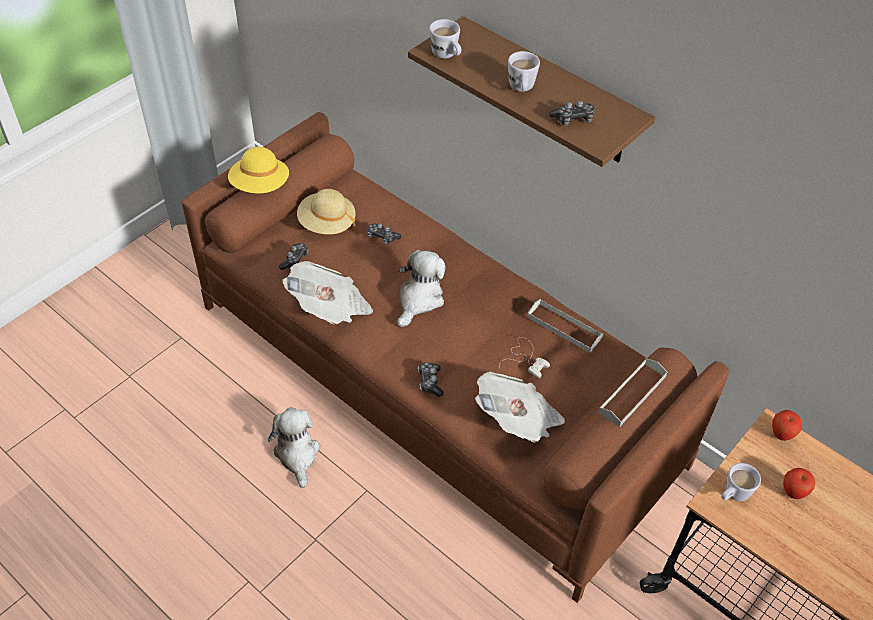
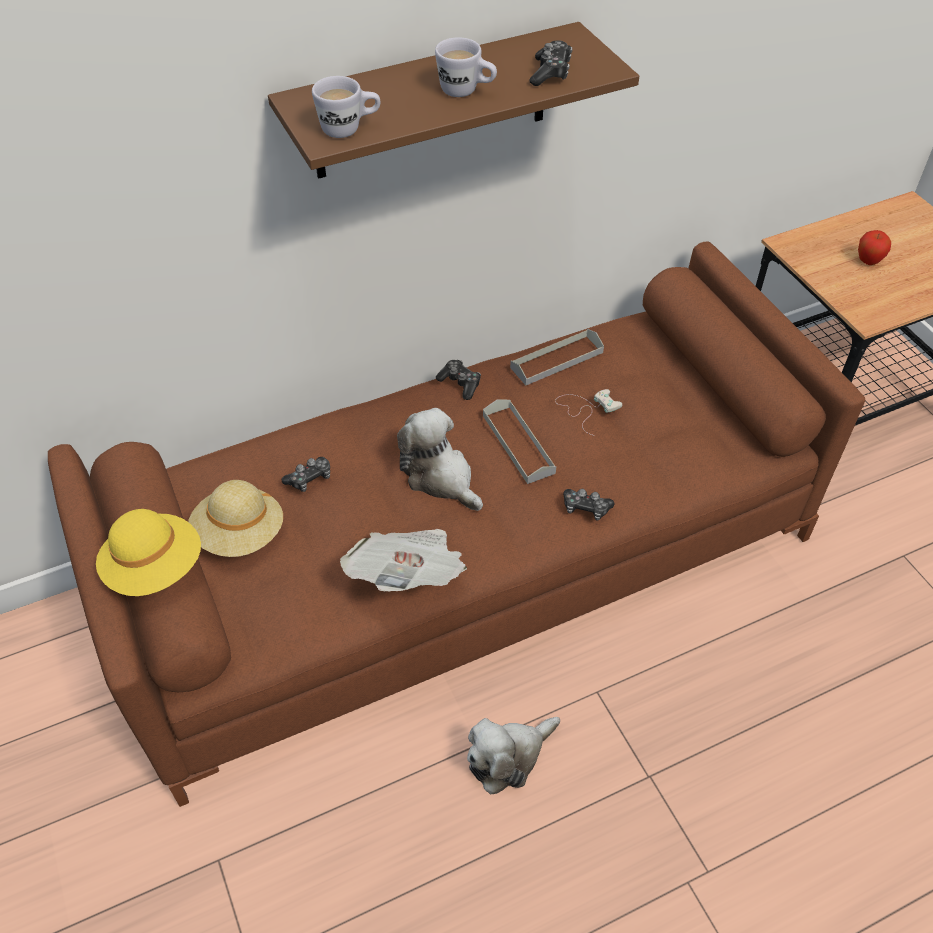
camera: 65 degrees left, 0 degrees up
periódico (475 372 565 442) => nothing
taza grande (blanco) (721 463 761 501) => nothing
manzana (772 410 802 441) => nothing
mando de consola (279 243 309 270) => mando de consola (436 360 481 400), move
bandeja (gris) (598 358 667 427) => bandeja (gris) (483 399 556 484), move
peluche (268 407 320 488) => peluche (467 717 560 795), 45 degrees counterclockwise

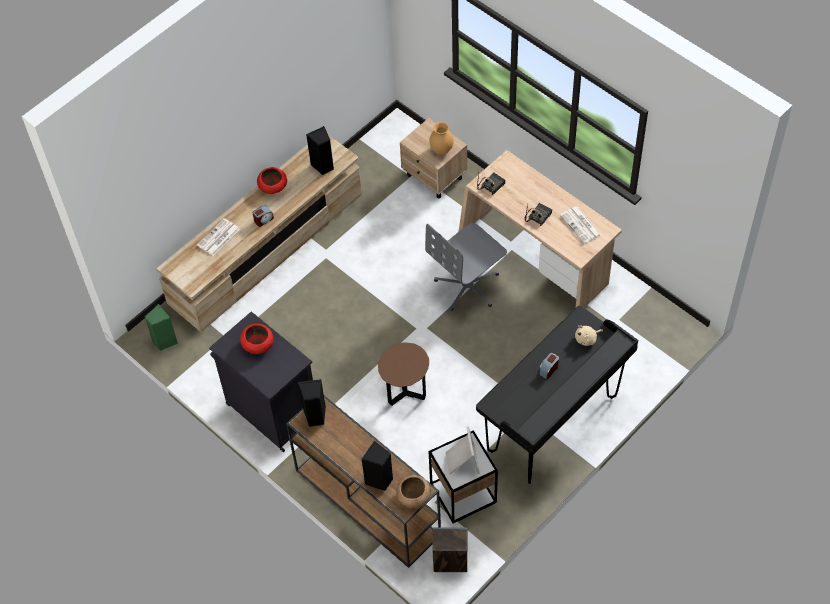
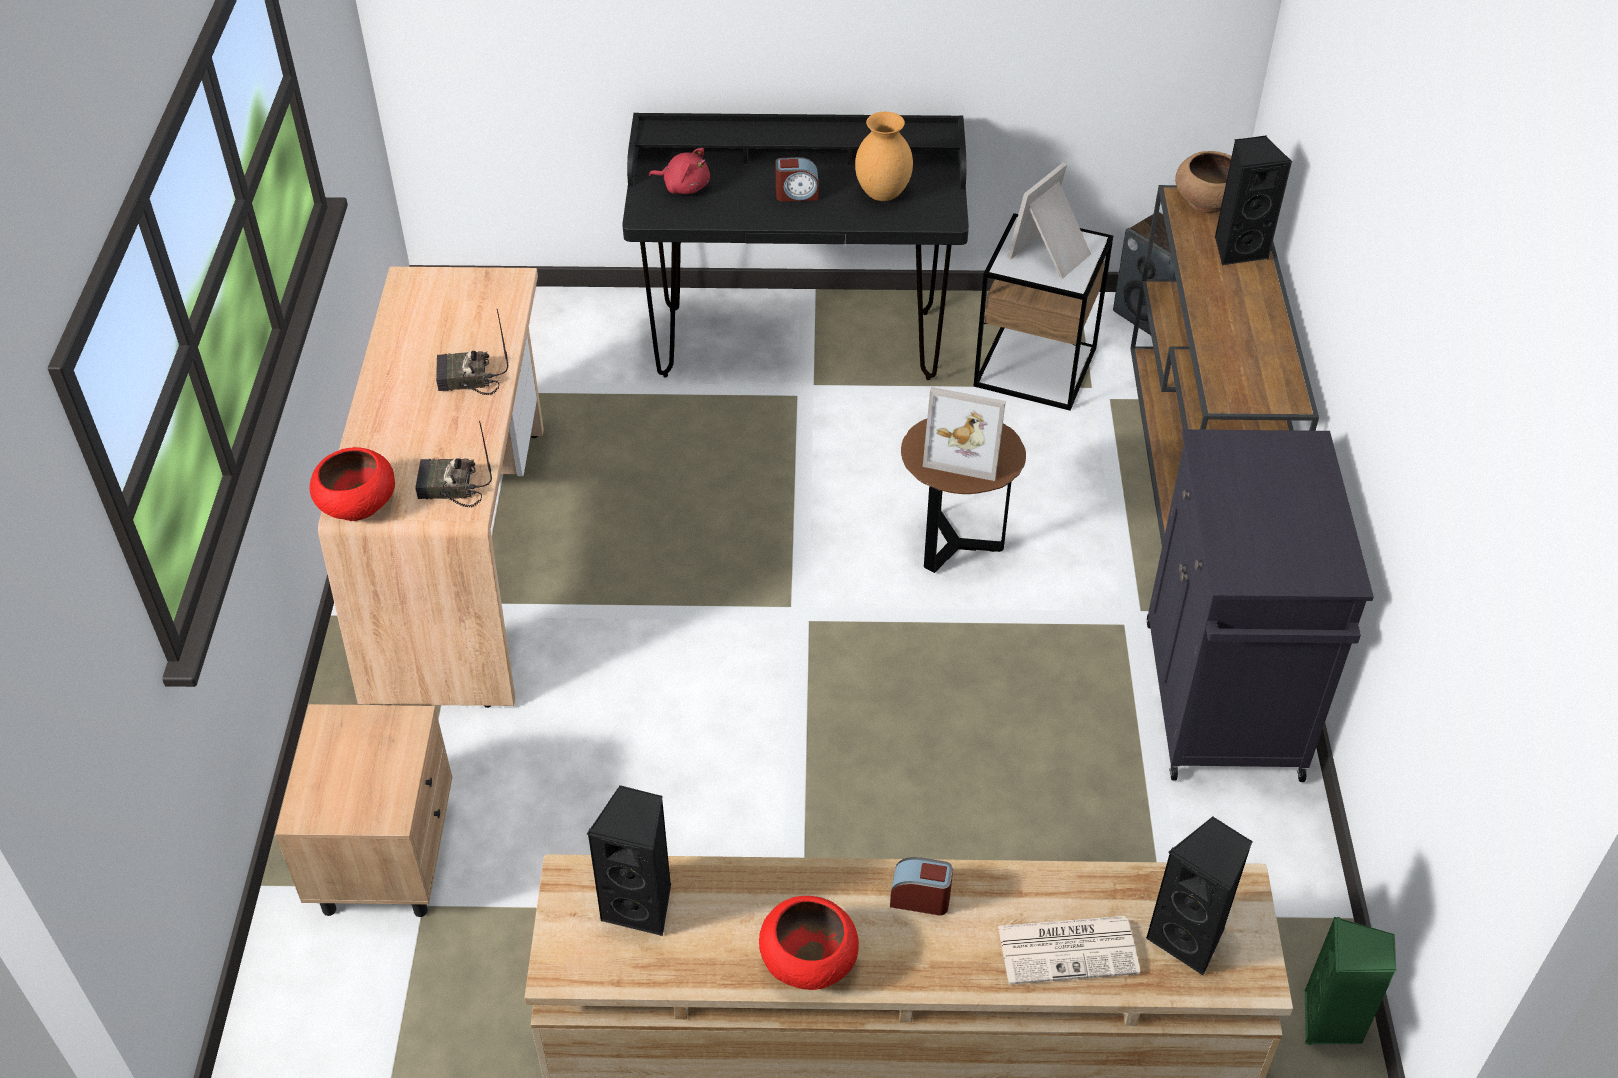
camera: 135 degrees left, 10 degrees down
silla de oficina (gris) (425 223 507 311) => nothing
periódico (560 207 601 244) => nothing
nothing => portarretratos (923 387 1006 481)
cuenco (rojo) (240 324 273 354) => cuenco (rojo) (309 447 395 521), move
altavoz (negro) (298 379 326 427) => altavoz (negro) (1146 816 1252 975), move
florero (marrón) (429 122 453 155) => florero (marrón) (855 112 913 201), move
peluche (beis) (575 325 603 346) => peluche (rojo) (649 148 710 194)

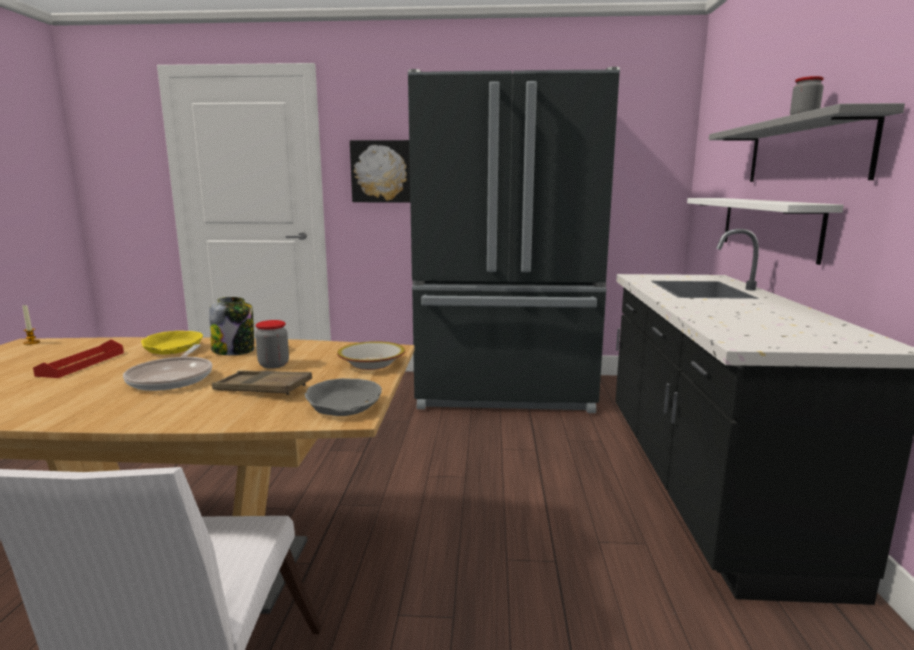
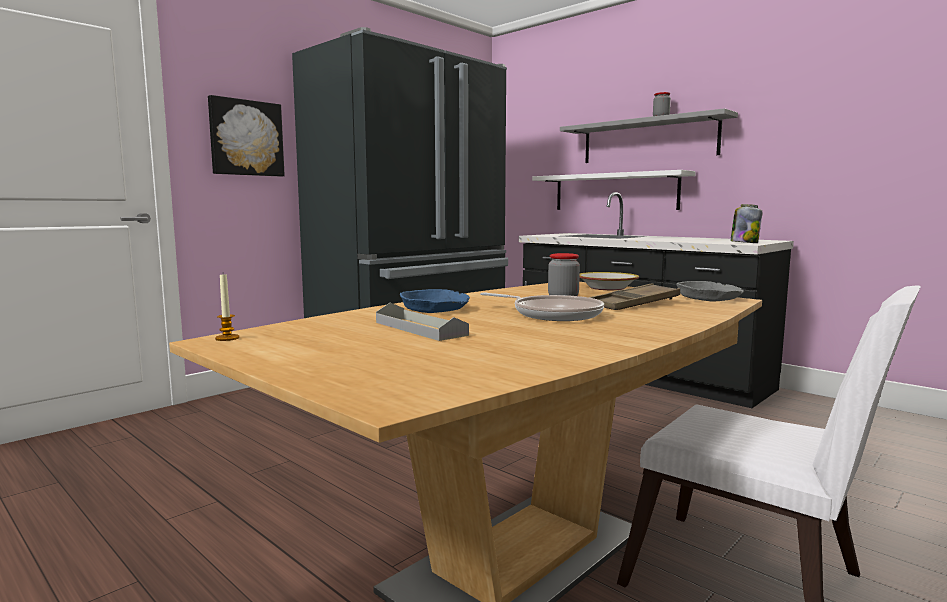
camera: 50 degrees left, 5 degrees down
tarro (209 297 254 355) => tarro (730 204 762 243), move
bandeja (rojo) (33 339 124 378) => bandeja (gris) (376 303 469 341)
cuenco (amarillo) (141 331 203 354) => cuenco (azul) (400 289 470 313)

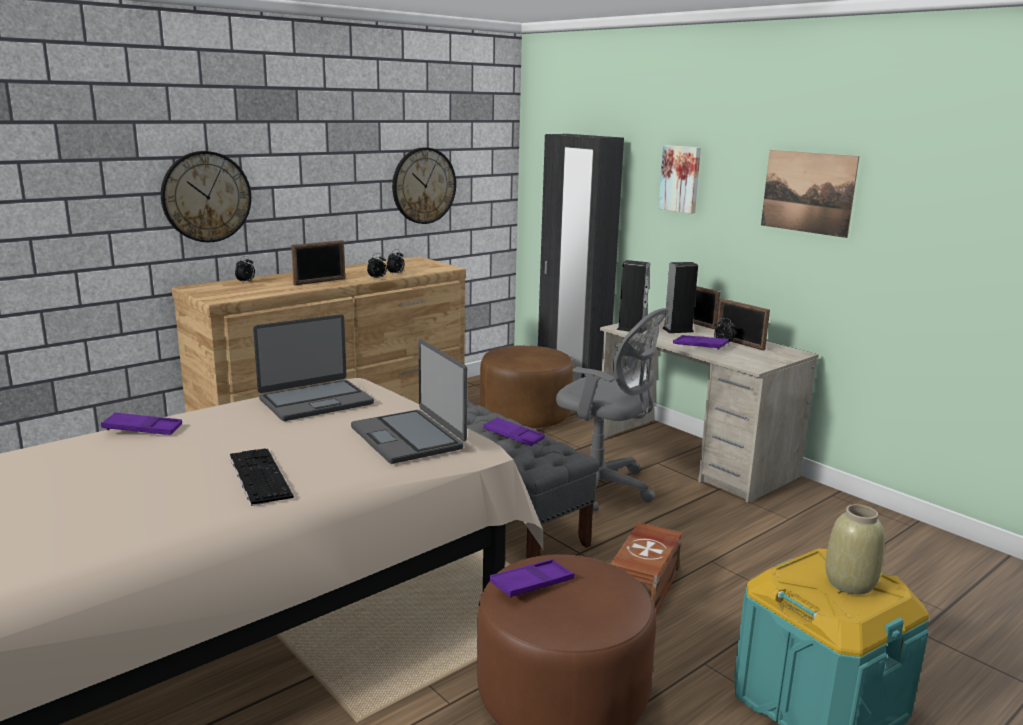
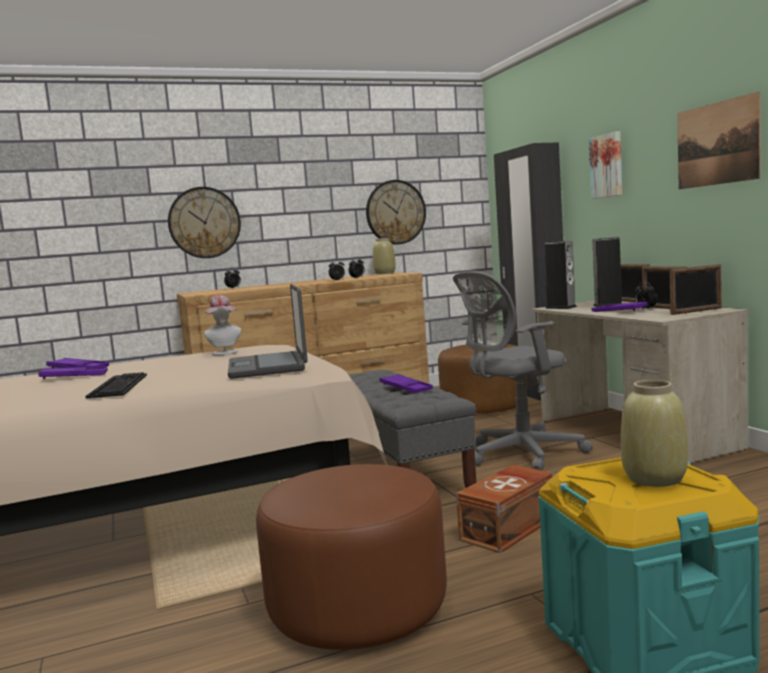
camera: 20 degrees right, 10 degrees down
nothing => florero (beis) (373 238 396 274)
portarretratos (291 240 345 286) => portarretratos (669 264 722 315), move
bandeja (morado) (489 559 574 598) => bandeja (morado) (38 367 108 379), move
portátil (253 314 374 421) => sombrero (204 295 241 355)
silla de oficina (gris) (556 308 669 512) => silla de oficina (gris) (453 271 593 471), 105 degrees clockwise

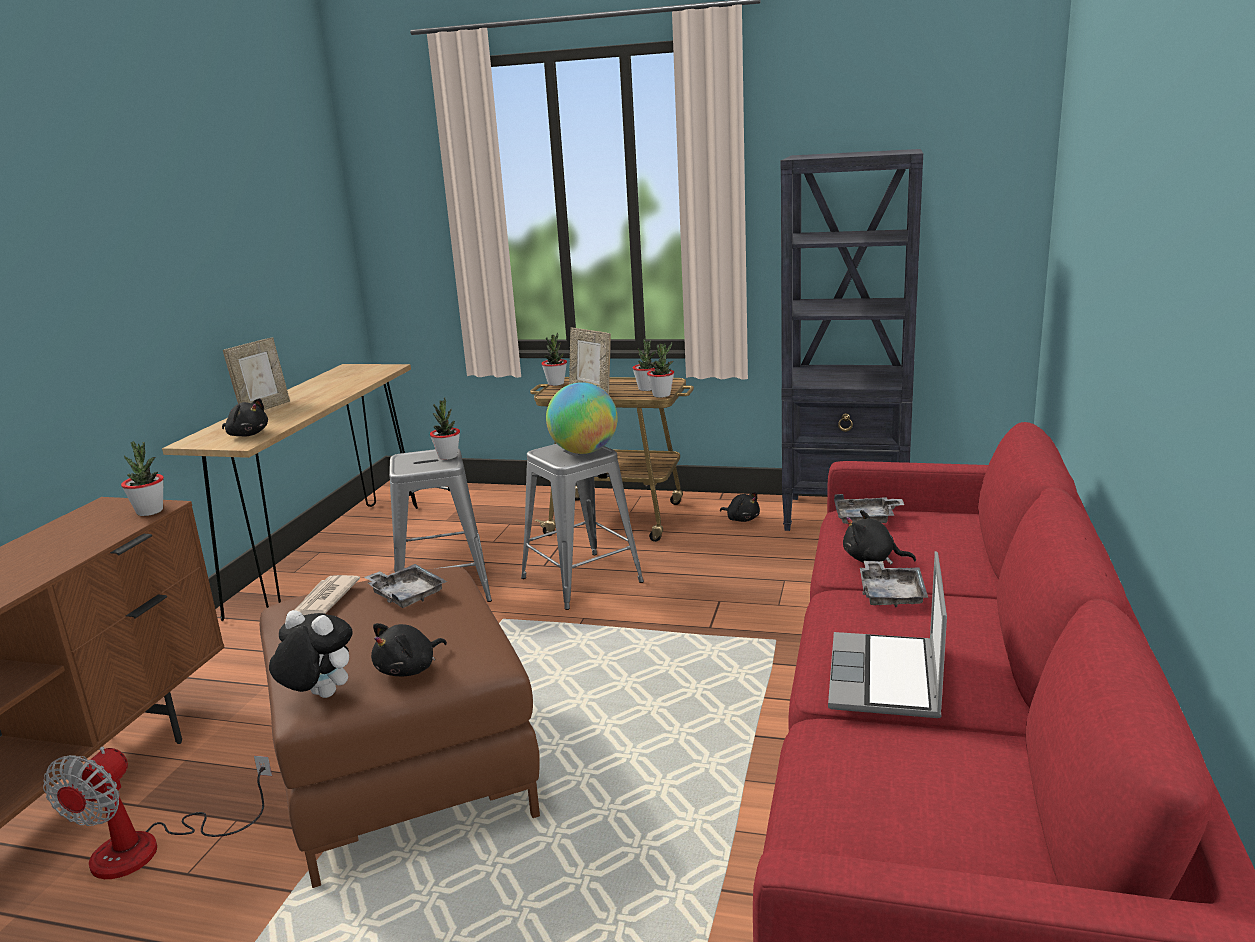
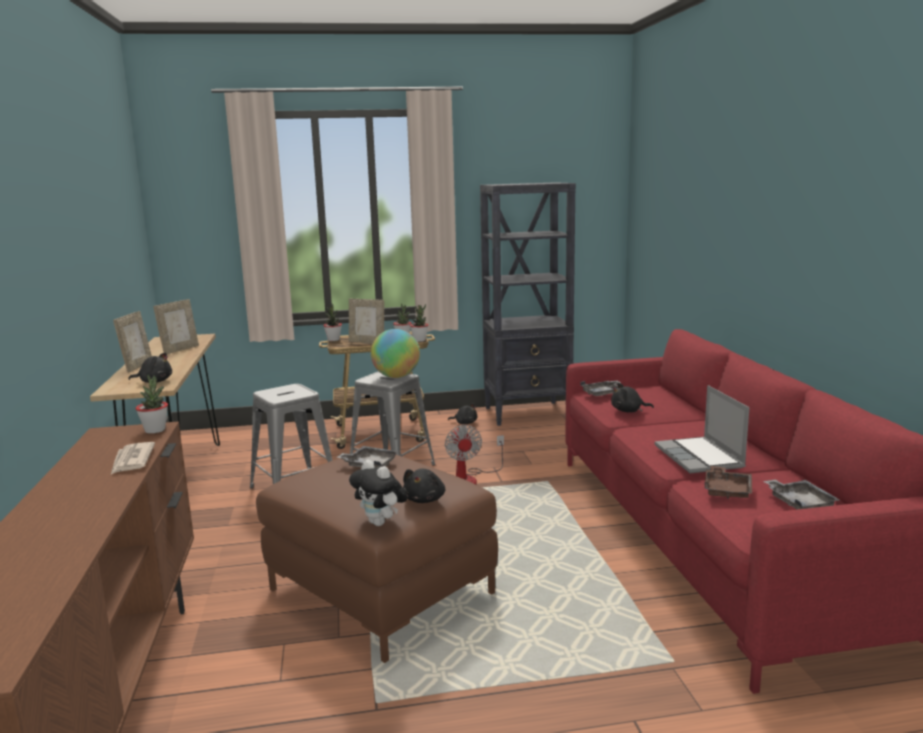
camera: 25 degrees left, 5 degrees down
planta en maceta (430 397 460 460) => nothing
nothing => portarretratos (153 299 199 354)
nothing => bandeja (marrón) (704 466 752 499)
ventilador (43 747 272 879) => ventilador (445 425 504 485), move
periódico (294 575 360 615) => periódico (111 442 155 474), move
bandeja (gris) (860 561 928 607) => bandeja (gris) (763 479 840 510), move
peluche (269 610 353 698) => peluche (349 460 407 526), 135 degrees counterclockwise

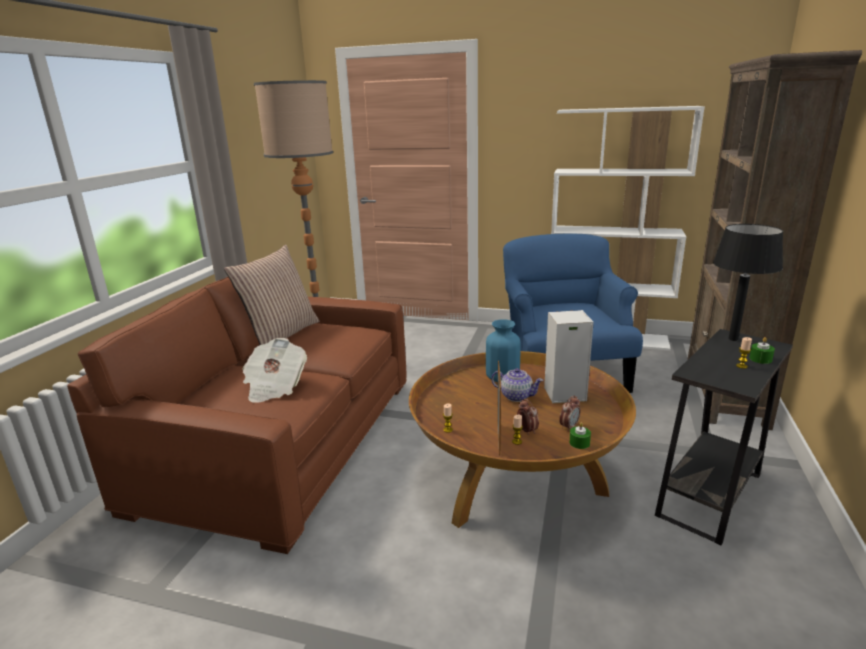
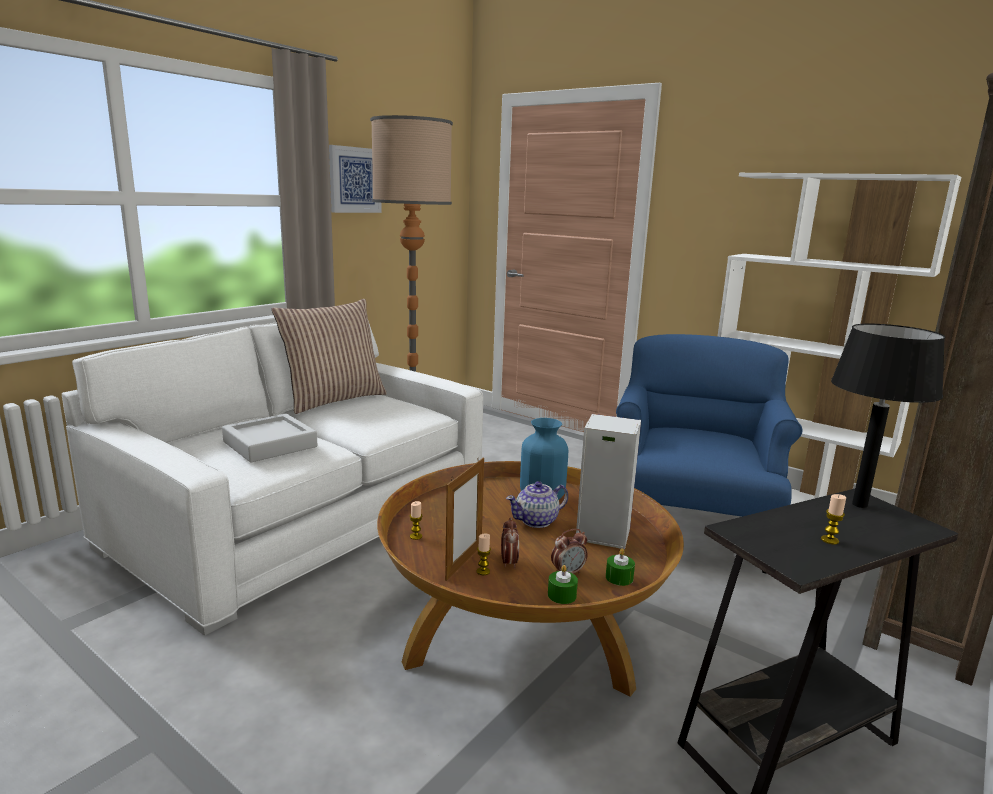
camera: 20 degrees right, 5 degrees down
nothing => cuadro (329 145 382 213)
vela (verde) (749 337 775 364) => vela (verde) (606 548 635 586), move
periódico (242 338 307 403) => bandeja (gris) (222 414 318 463)
sofá (marrón) (67 277 407 554) => sofá (blanco) (62 321 483 636)
tetera (491 368 544 402) => tetera (506 481 568 528), 105 degrees clockwise

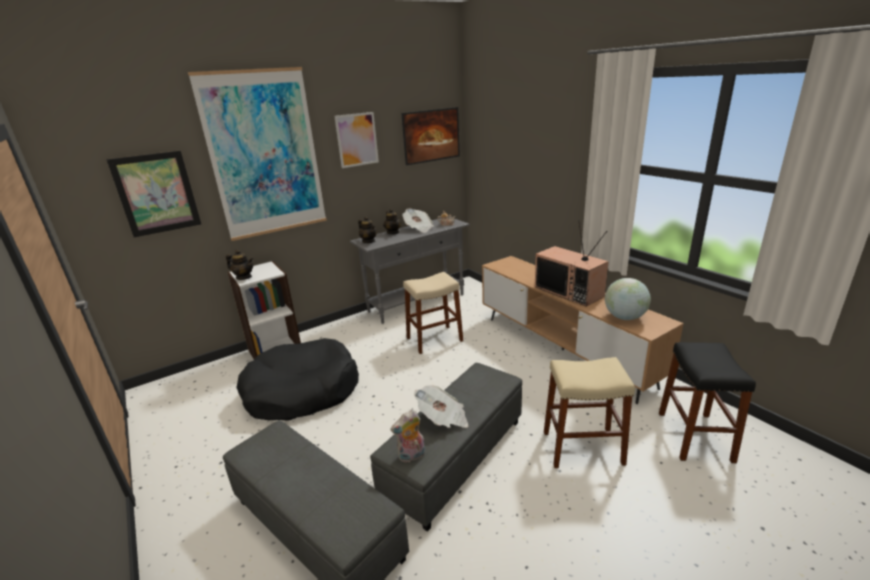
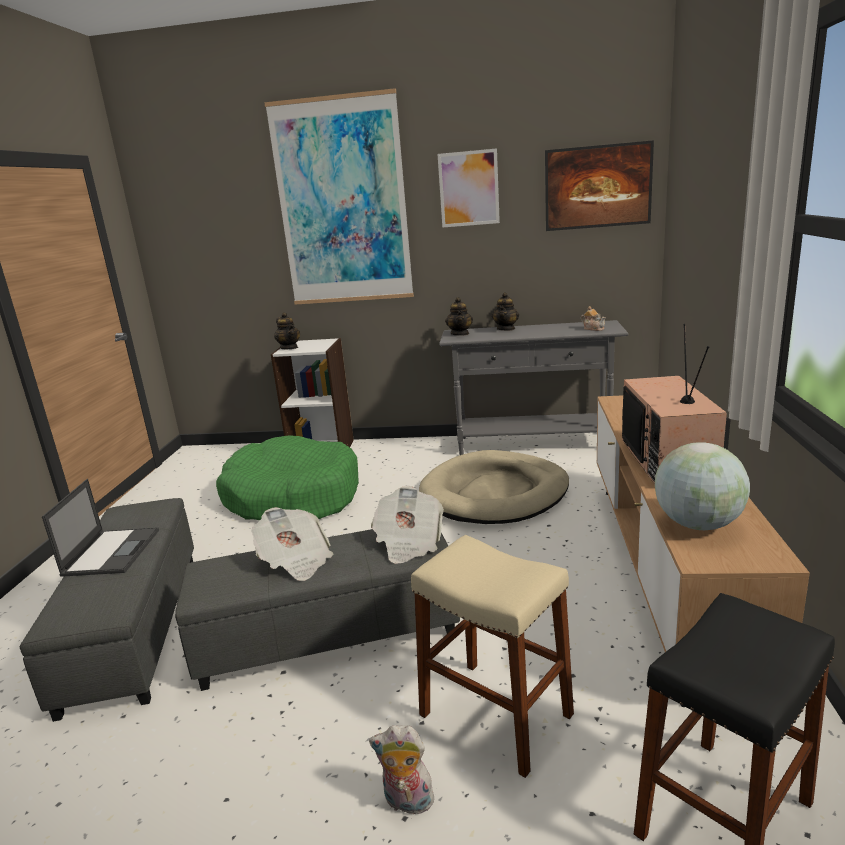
camera: 40 degrees right, 5 degrees down
cuadro (107 151 201 237) => nothing
nothing => portátil (42 479 159 577)
peluche (390 410 425 463) => peluche (369 725 434 815), move
periódico (402 209 434 233) => periódico (371 486 444 564), move
taburete (beis) (403 272 463 354) => cama para perro (beis) (419 450 569 524)
cama para perro (negro) (236 338 359 421) => cama para perro (verde) (216 435 359 520)

